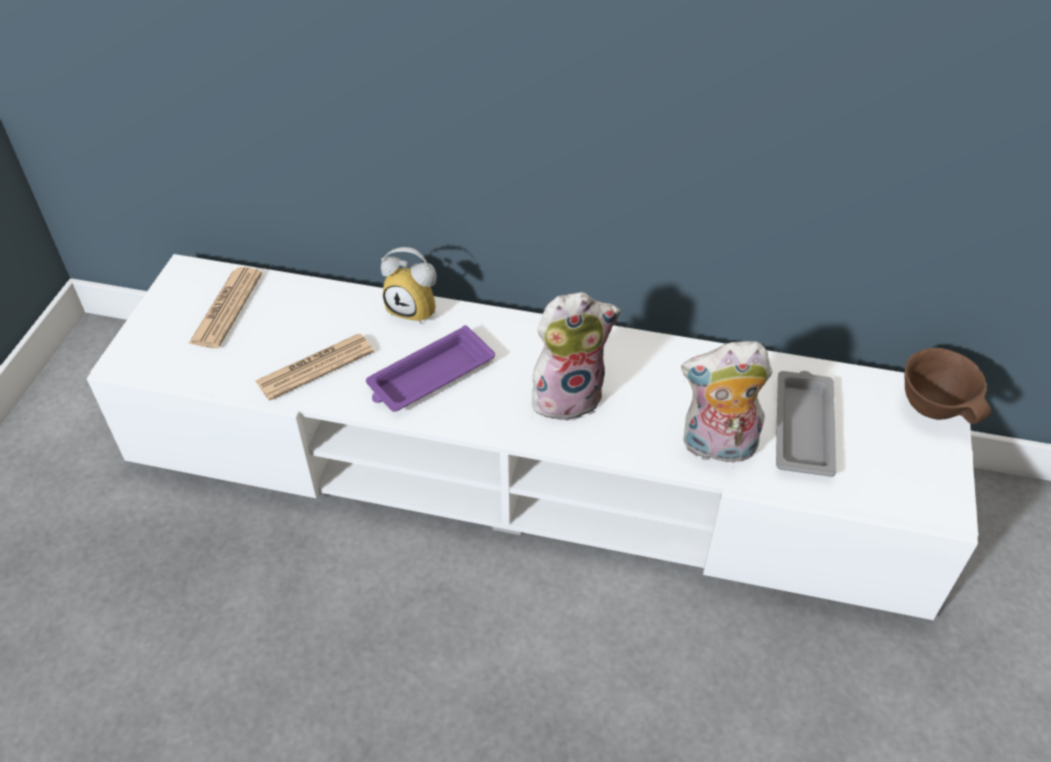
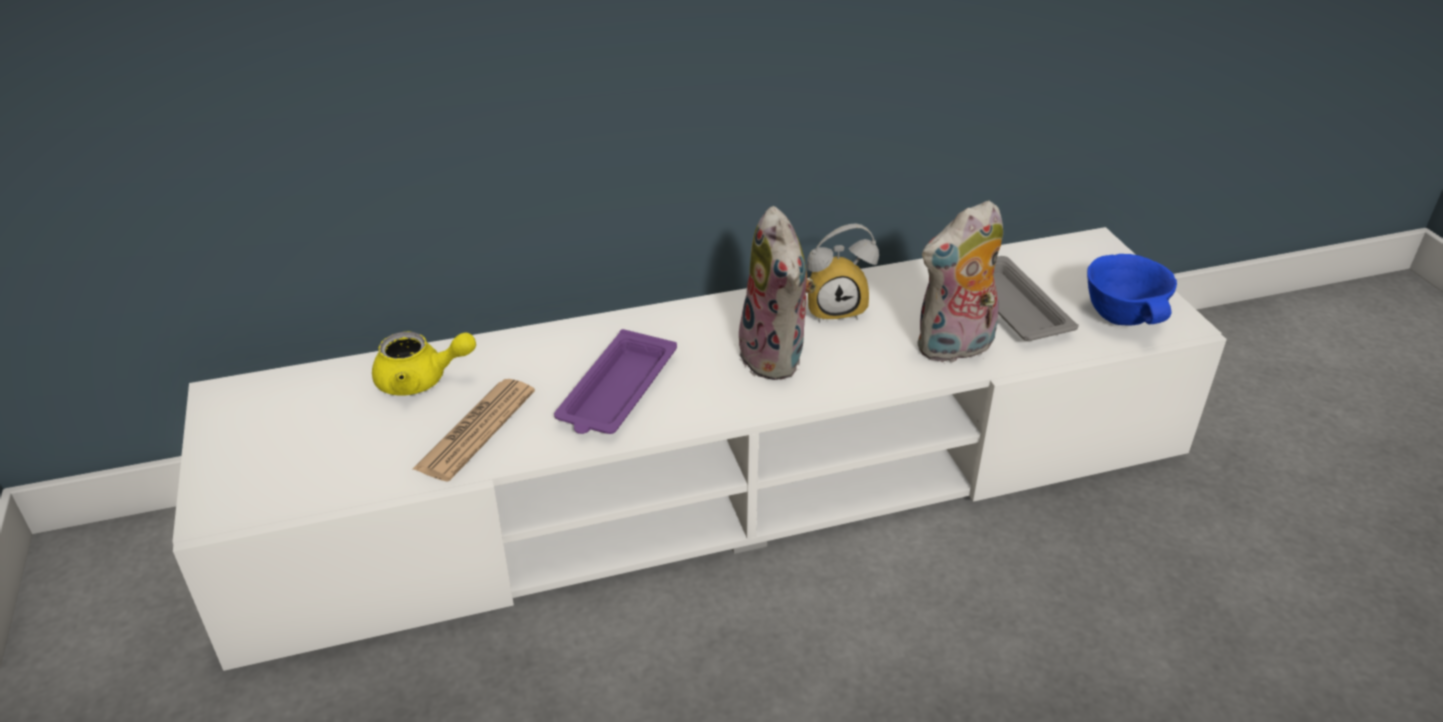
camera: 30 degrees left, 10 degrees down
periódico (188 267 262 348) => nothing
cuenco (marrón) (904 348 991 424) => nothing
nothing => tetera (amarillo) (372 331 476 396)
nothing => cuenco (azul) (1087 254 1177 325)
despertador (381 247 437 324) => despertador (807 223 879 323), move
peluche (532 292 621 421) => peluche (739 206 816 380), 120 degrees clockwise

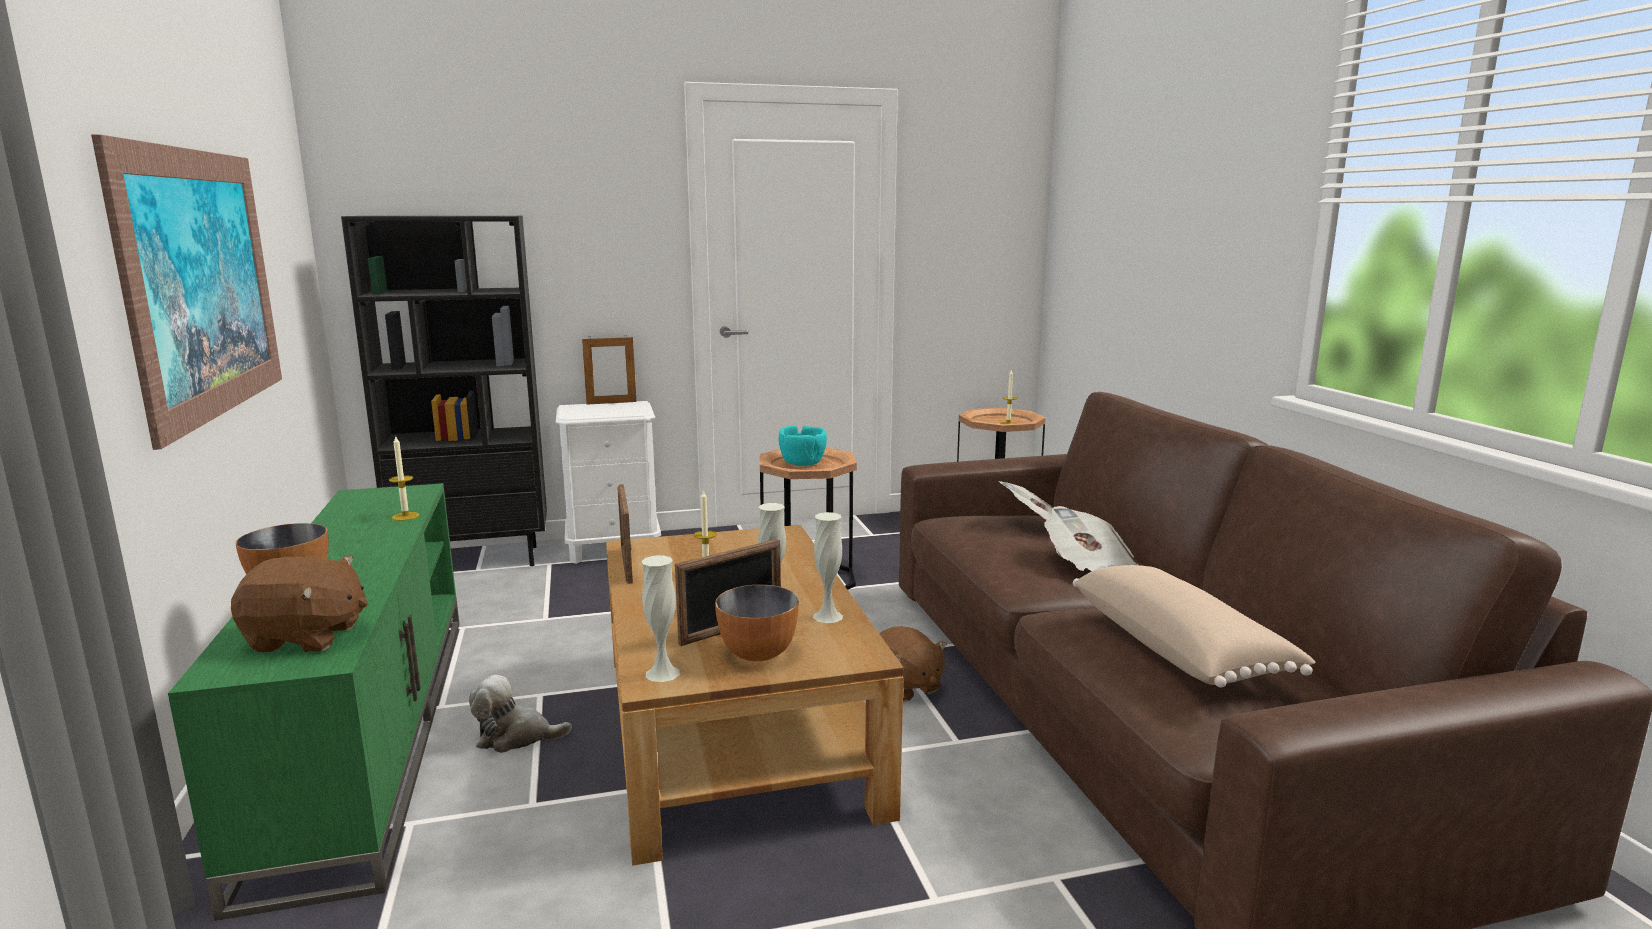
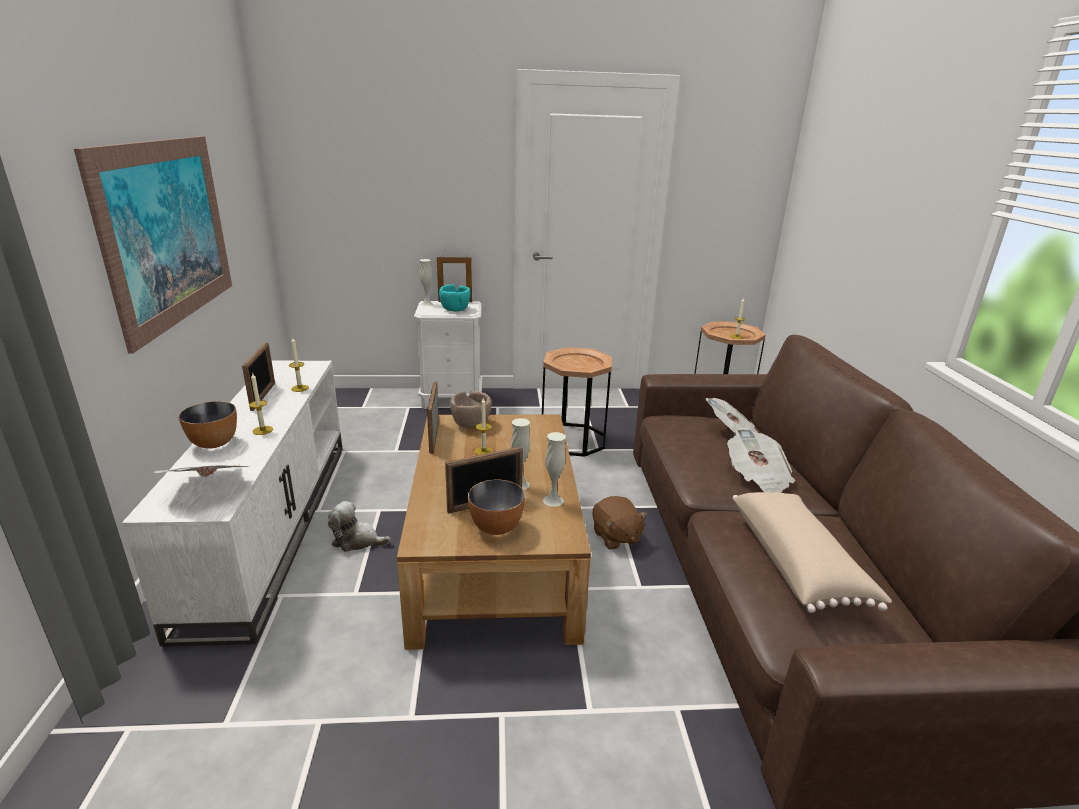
camera: 10 degrees right, 10 degrees up
estantería (negro) (341 216 547 566) => nothing
nothing => portarretratos (242 342 275 411)
nothing => vela (249 372 273 435)
nothing => cuenco (marrón) (450 391 491 428)
florero (blanco) (641 555 680 682) => florero (blanco) (420 259 433 306), move
cuenco (turquesa) (779 425 827 466) => cuenco (turquesa) (439 284 470 311), move
peluche (marrón) (231 555 368 652) => periódico (154 465 248 477)
mueble de televisión (verde) (168 483 459 921) => mueble de televisión (blanco) (122 361 343 647)

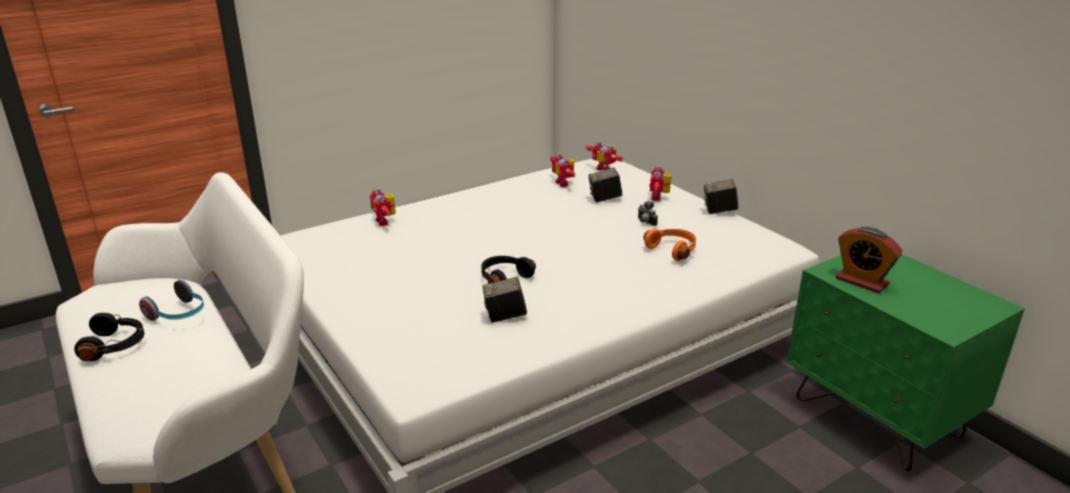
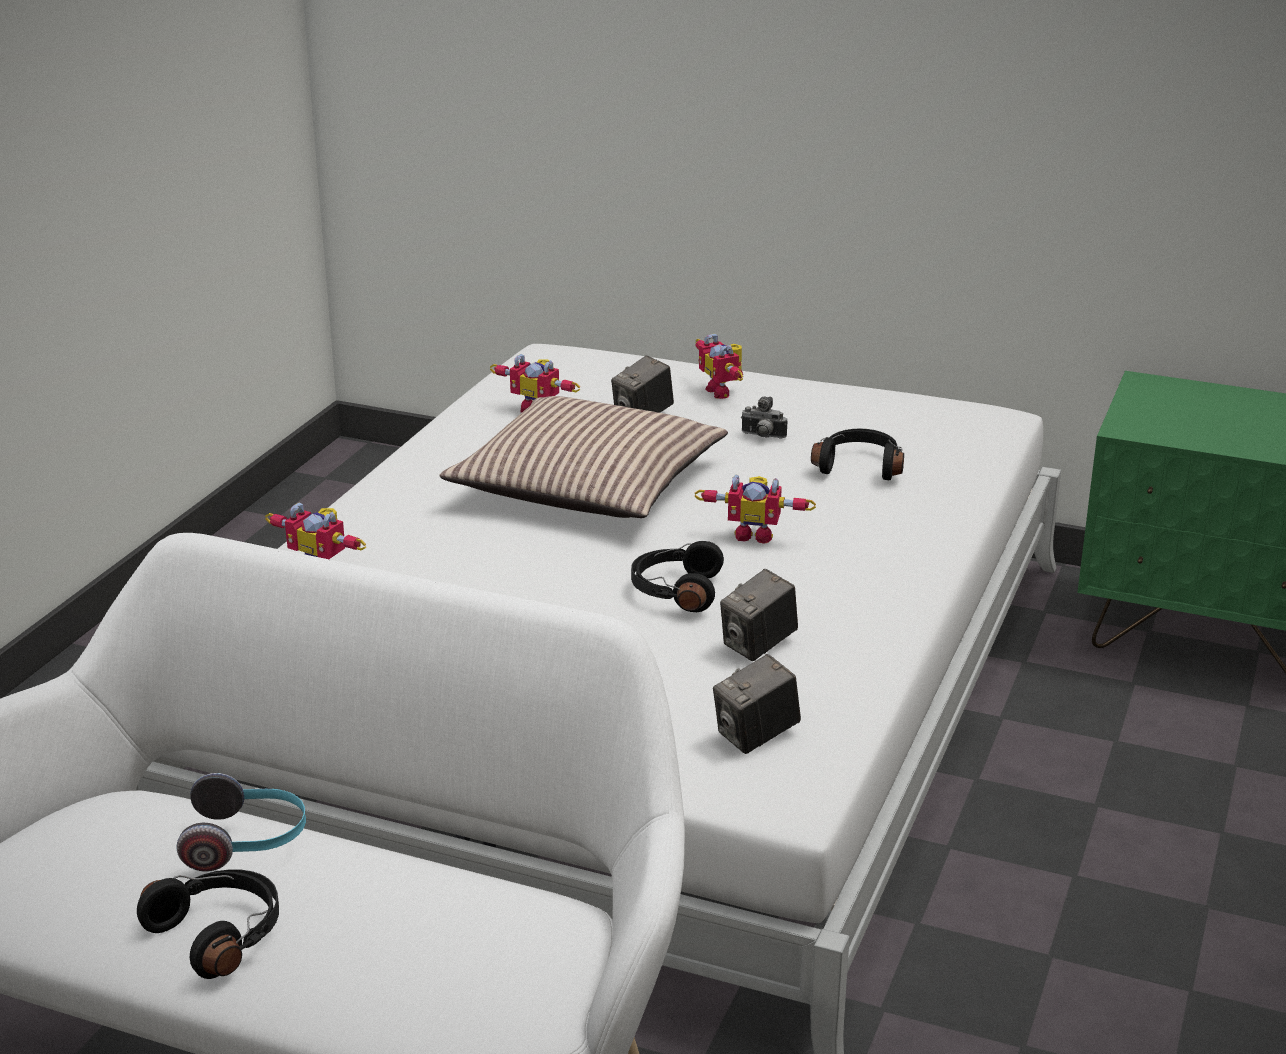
camera: 35 degrees left, 0 degrees up
despertador (836 227 903 293) => nothing
nothing => cojín (440 396 728 518)
robot de juguete (585 141 624 170) => robot de juguete (694 475 816 544), move
cámara (704 179 738 214) => cámara (713 654 801 754), move
auriculares (naranja) (643 229 696 261) => auriculares (negro) (811 429 904 480)

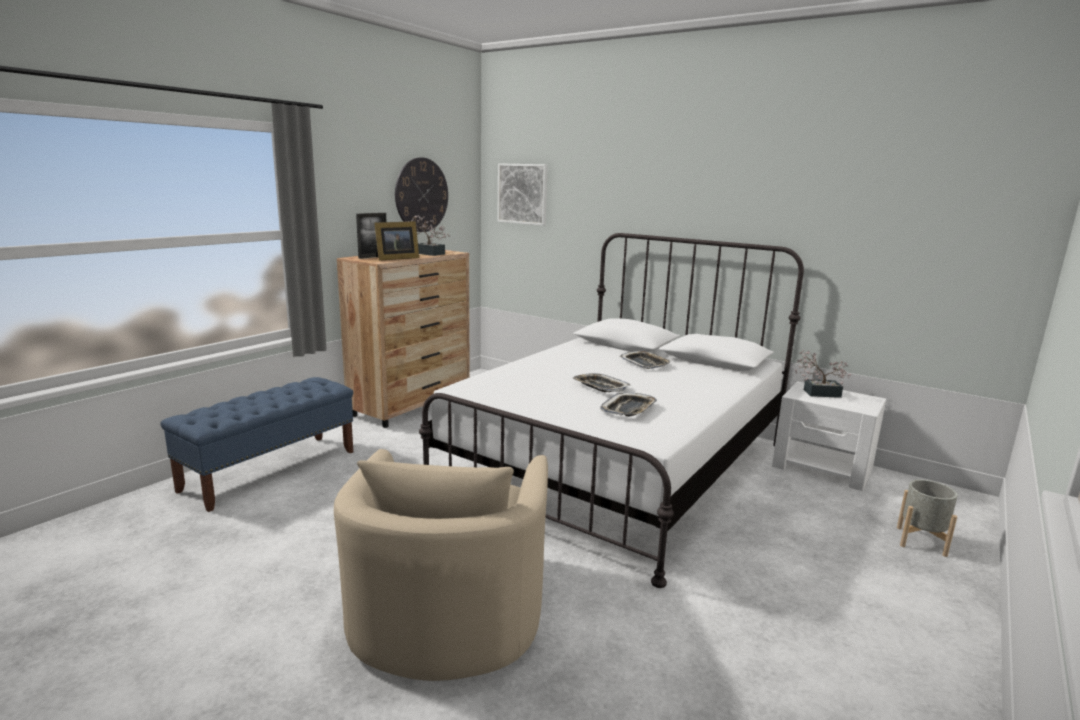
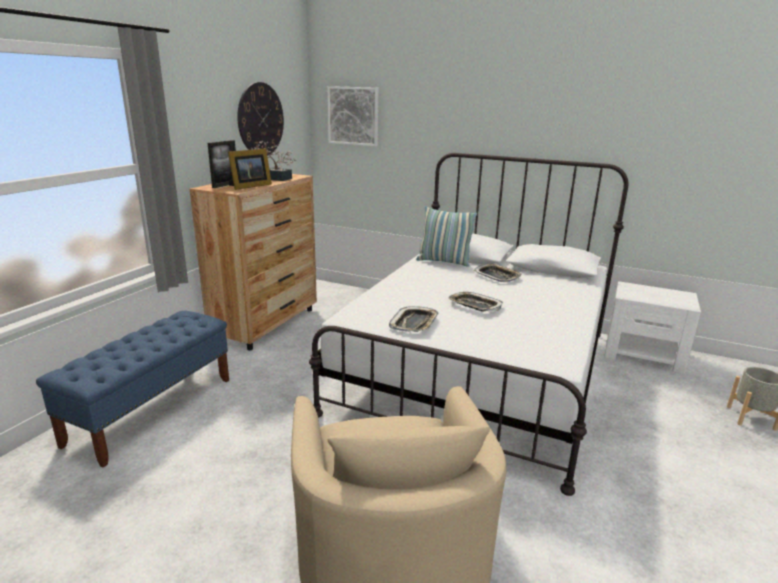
camera: 10 degrees left, 5 degrees up
planta en maceta (795 350 851 398) => nothing
nothing => cojín (416 206 477 267)
bandeja (600 392 657 416) => bandeja (389 306 439 332), move

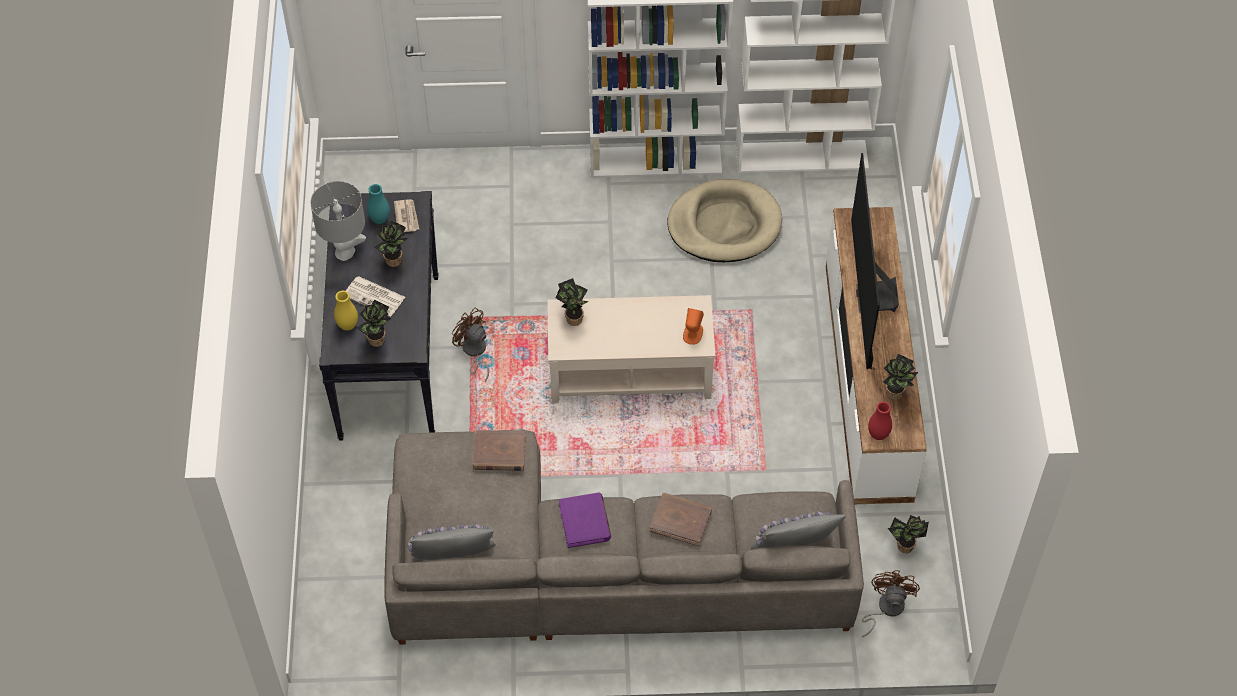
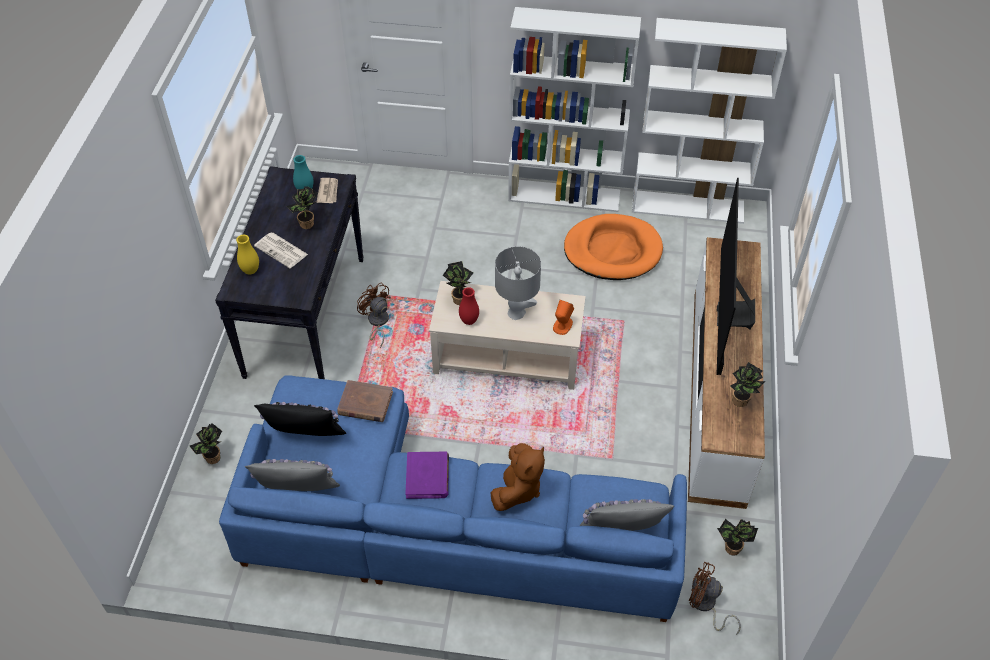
camera: 10 degrees right, 5 degrees down
nothing => cojín (negro) (254 402 346 436)
lámpara de mesa (gris) (310 181 366 261) => lámpara de mesa (gris) (495 246 541 320), move
planta en maceta (356 300 391 347) => planta en maceta (190 423 222 464), move
florero (rojo) (868 401 892 440) => florero (rojo) (459 287 479 325), move
libro (marrón) (650 493 712 546) => peluche (marrón) (491 443 545 511)
sofá (gris) (384 430 864 645) => sofá (azul) (219 375 687 622)
cama para perro (beis) (667 179 782 262) => cama para perro (naranja) (564 214 663 280)
ventilador (marrón) (862 570 920 637) => ventilador (marrón) (689 562 741 635), 90 degrees counterclockwise

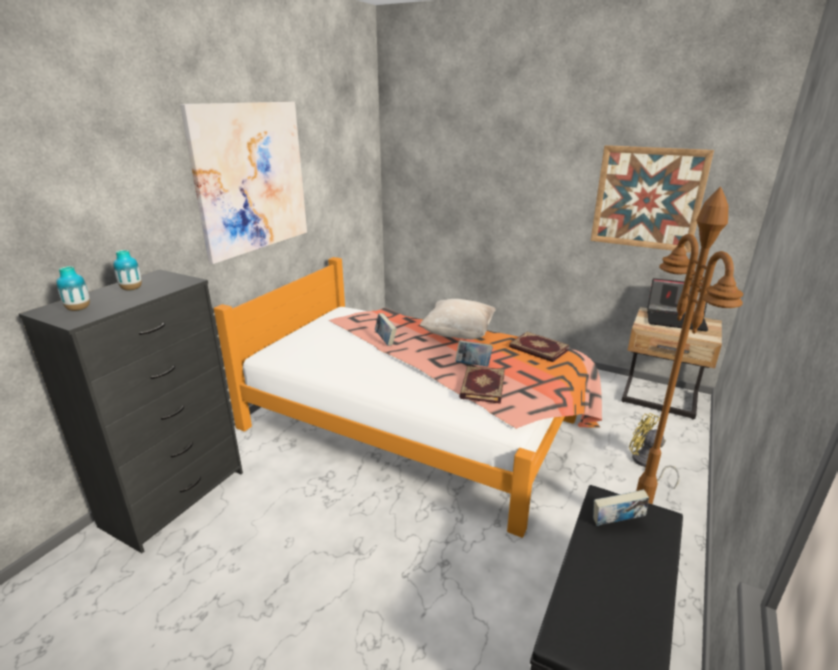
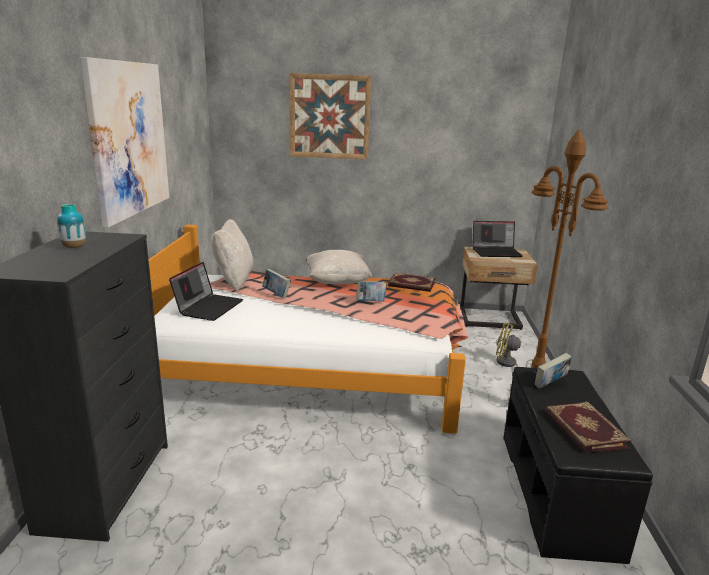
camera: 25 degrees left, 5 degrees down
florero (56 266 90 311) => nothing
nothing => portátil (169 262 243 321)
nothing => cojín (beis) (211 219 254 291)
libro (459 366 505 404) => libro (546 402 631 453), move
cuadro (591 145 714 253) => cuadro (289 73 371 160), move

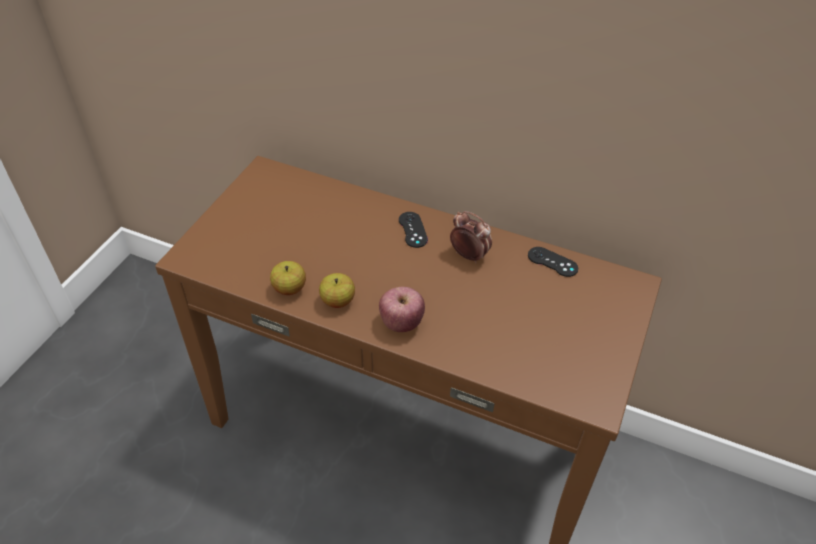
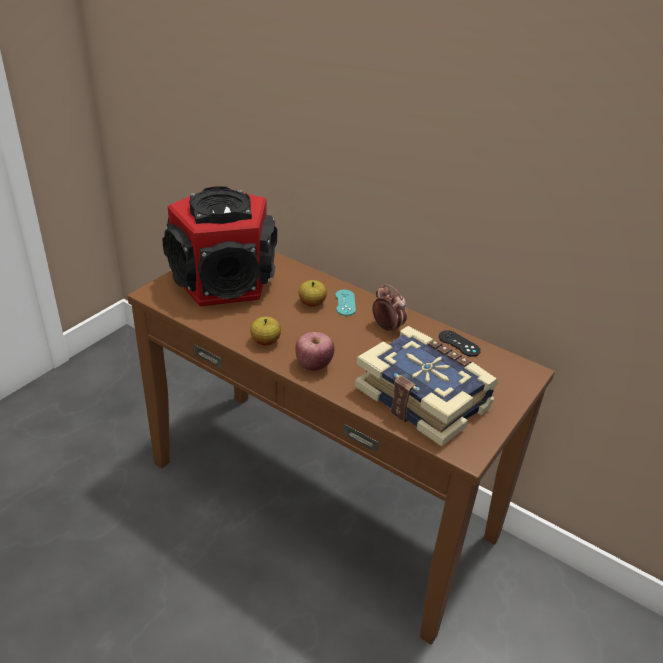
camera: 10 degrees right, 10 degrees down
nothing => altavoz (163 186 277 306)
nothing => libro (355 326 498 447)
manzana (270 261 306 295) => manzana (299 280 327 307), move
mando de consola (negro) (399 212 428 248) => mando de consola (turquesa) (335 290 356 316)

